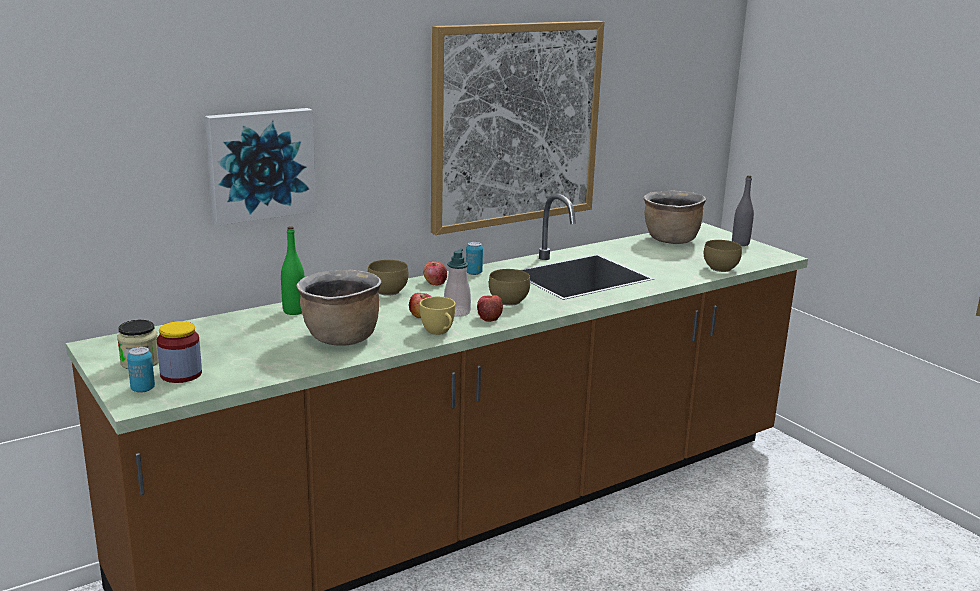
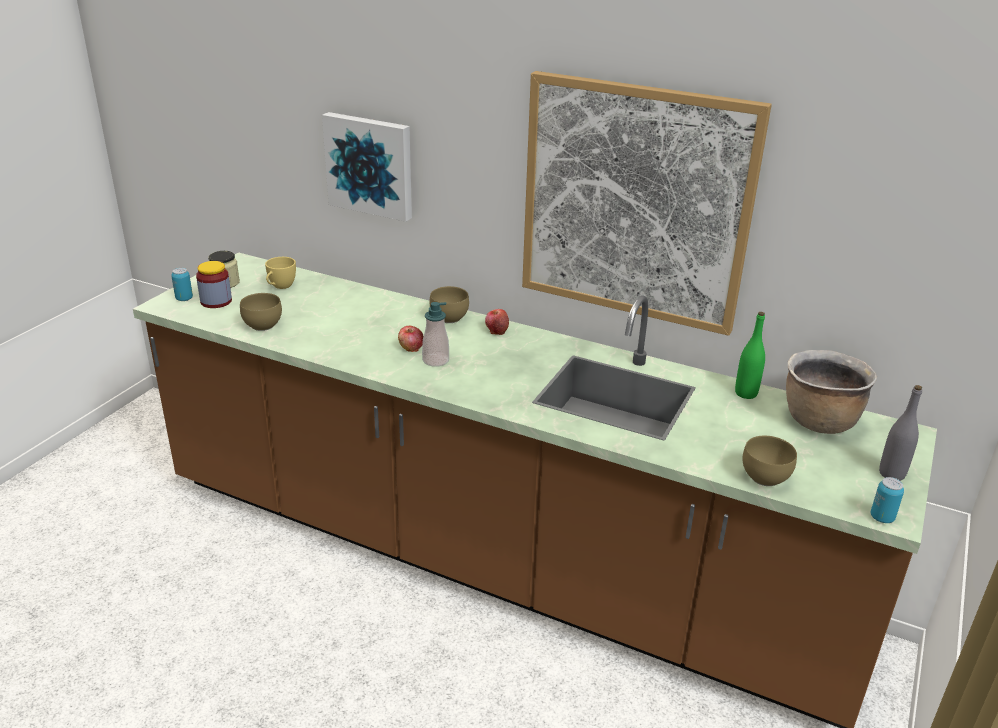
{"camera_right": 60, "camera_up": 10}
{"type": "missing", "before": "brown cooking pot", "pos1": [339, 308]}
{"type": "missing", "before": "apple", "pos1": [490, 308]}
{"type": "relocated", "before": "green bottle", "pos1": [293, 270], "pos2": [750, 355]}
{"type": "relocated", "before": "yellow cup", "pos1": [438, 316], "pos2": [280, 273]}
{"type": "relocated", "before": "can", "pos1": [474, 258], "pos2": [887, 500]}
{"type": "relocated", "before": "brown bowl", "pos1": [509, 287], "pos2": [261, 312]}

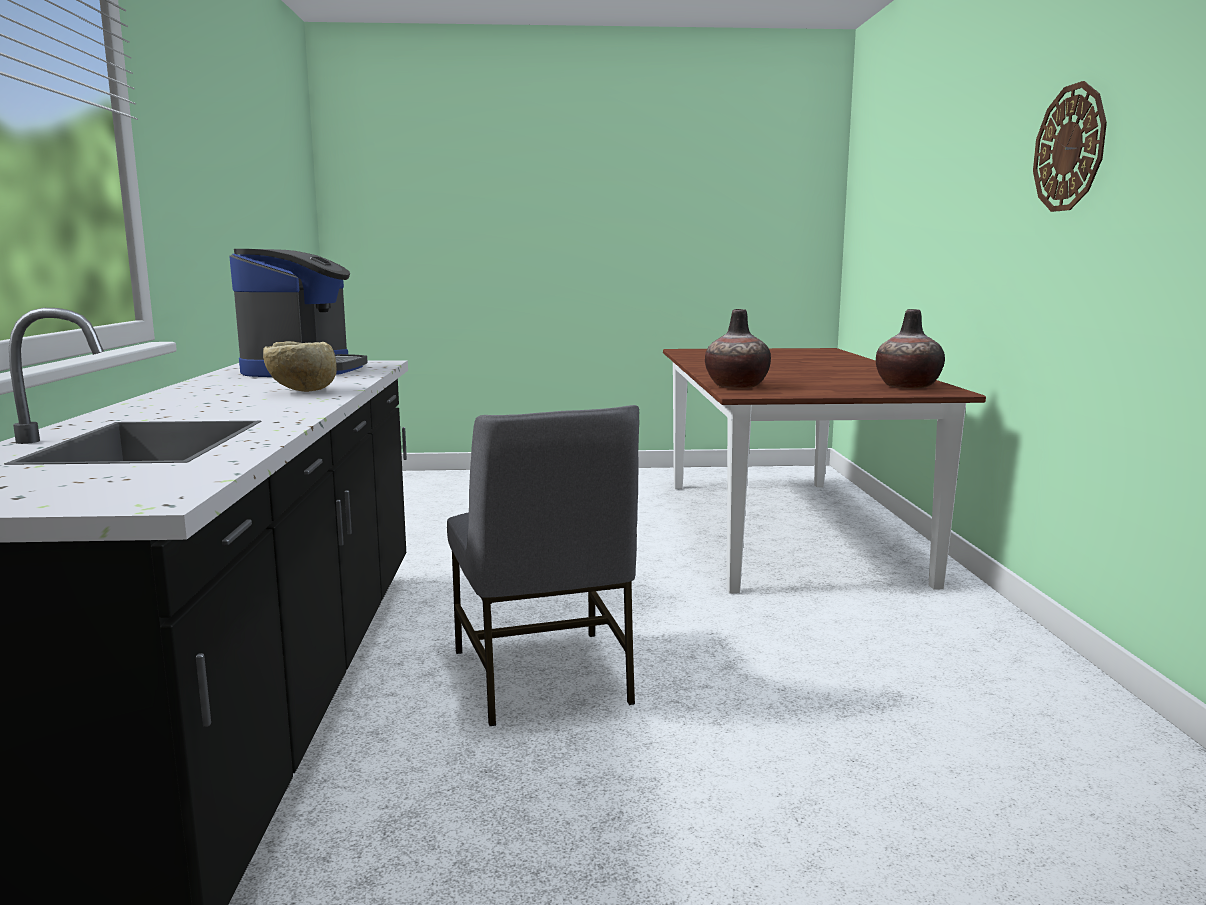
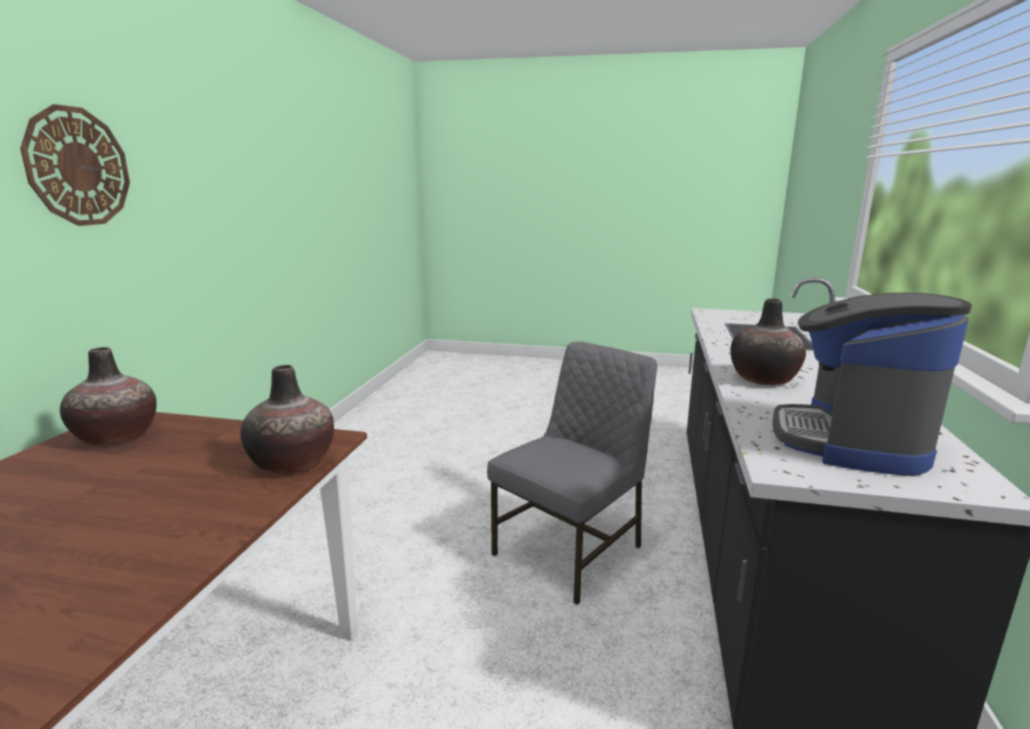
{"camera_right": -165, "camera_up": 5}
{"type": "exchanged", "before": "beige bowl", "after": "vase", "pos1": [300, 366], "pos2": [768, 341]}
{"type": "spun", "before": "grey chair", "pos1": [543, 565], "pos2": [572, 473], "turn": 45}

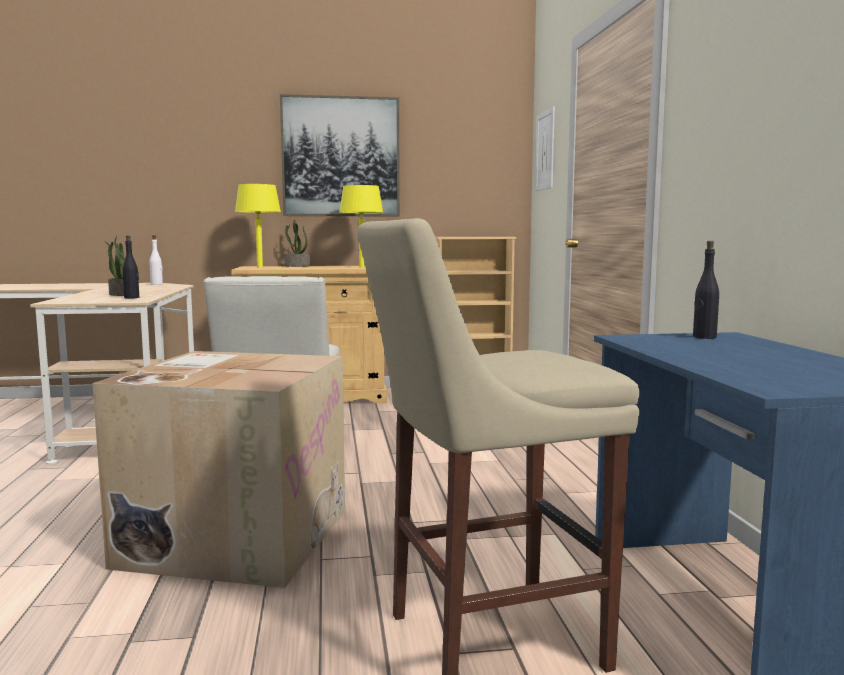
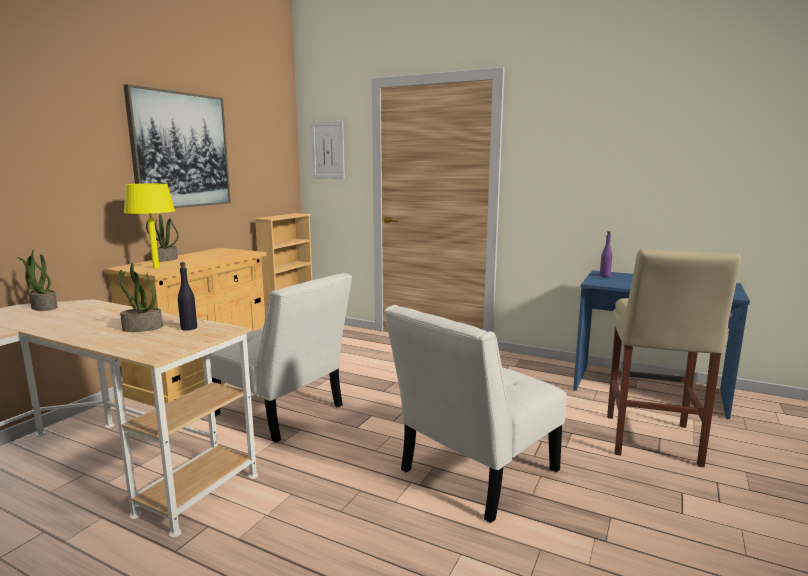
{"camera_right": -55, "camera_up": 5}
{"type": "missing", "before": "yellow table lamp", "pos1": [361, 226]}
{"type": "exchanged", "before": "cardboard box", "after": "white chair", "pos1": [219, 469], "pos2": [475, 414]}
{"type": "exchanged", "before": "white bottle", "after": "potted plant", "pos1": [156, 260], "pos2": [37, 280]}
{"type": "colour", "before": "black bottle", "after": "purple bottle", "pos1": [706, 290], "pos2": [606, 254]}

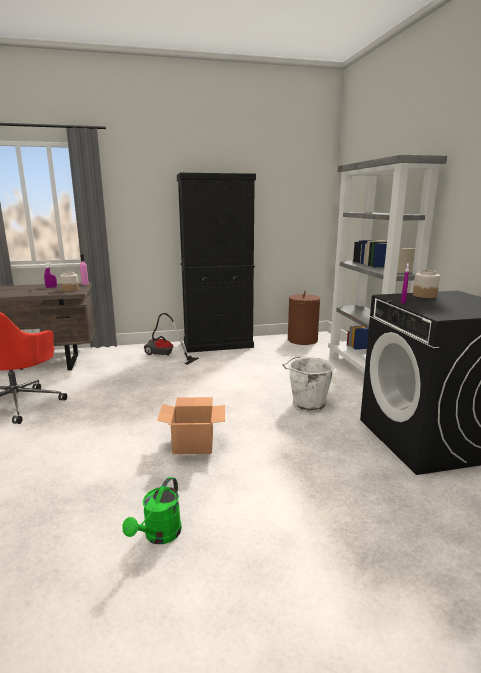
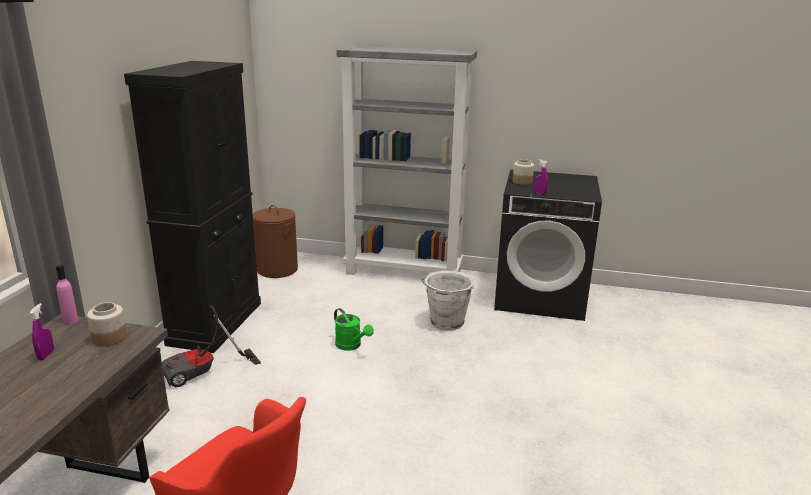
{"camera_right": -65, "camera_up": 5}
{"type": "missing", "before": "cardboard box", "pos1": [191, 426]}
{"type": "relocated", "before": "green watering can", "pos1": [152, 510], "pos2": [354, 329]}

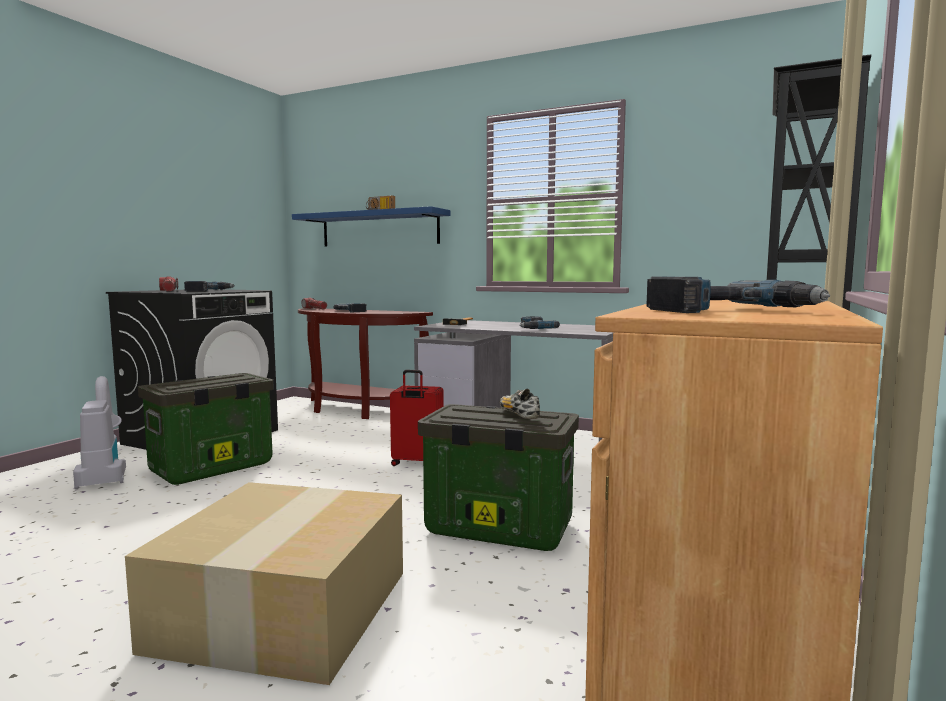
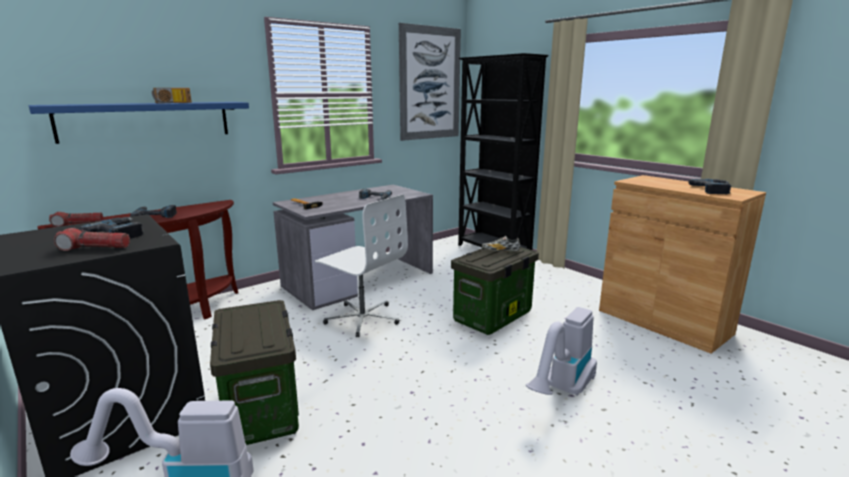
{"camera_right": -65, "camera_up": 10}
{"type": "appeared", "after": "picture", "pos2": [430, 82]}
{"type": "exchanged", "before": "cardboard box", "after": "vacuum cleaner", "pos1": [264, 583], "pos2": [561, 351]}
{"type": "exchanged", "before": "red suitcase", "after": "white office chair", "pos1": [417, 418], "pos2": [361, 265]}

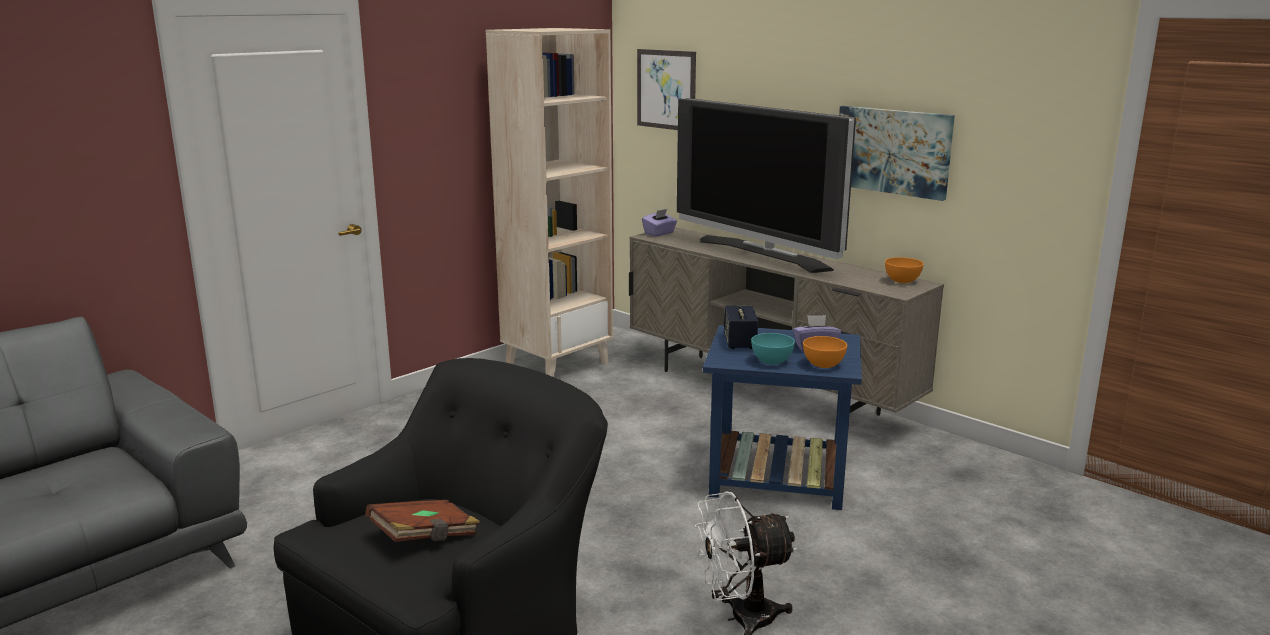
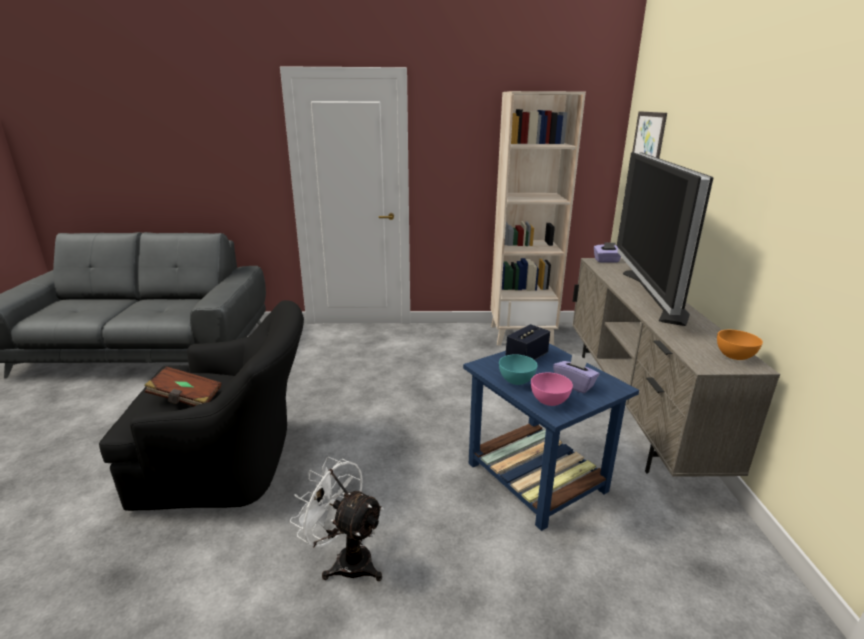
{"camera_right": 45, "camera_up": 5}
{"type": "missing", "before": "picture", "pos1": [897, 153]}
{"type": "colour", "before": "orange bowl", "after": "pink bowl", "pos1": [825, 352], "pos2": [552, 389]}

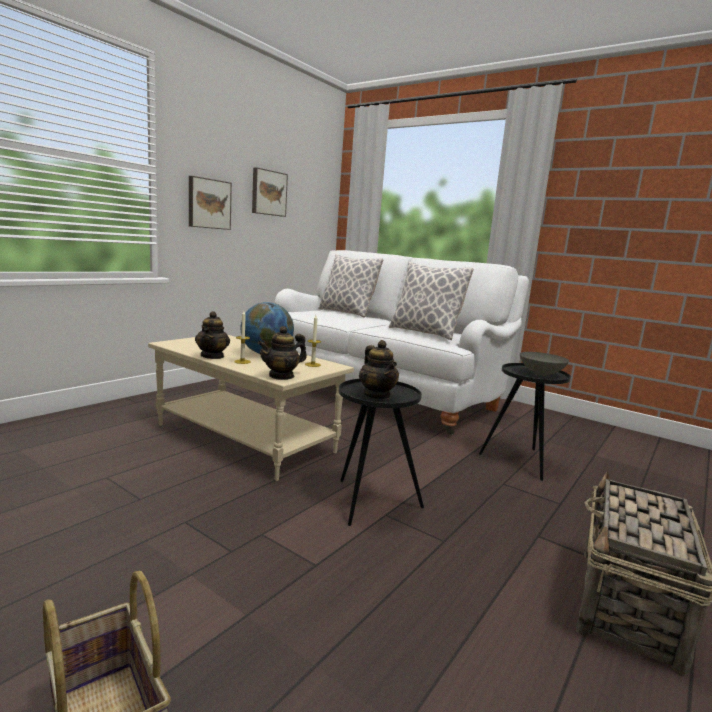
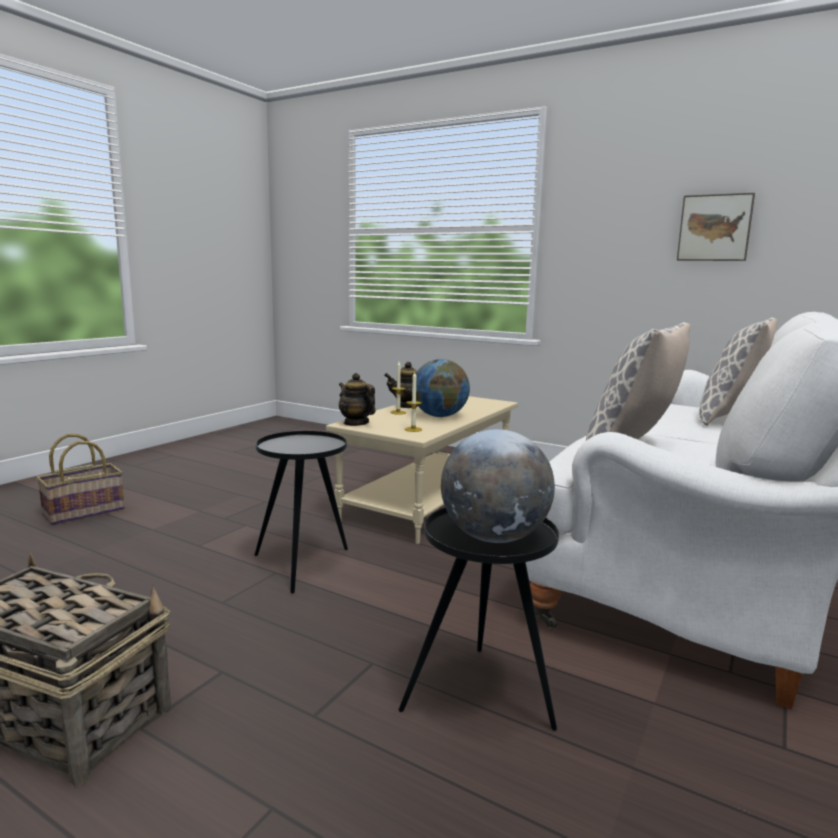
{"camera_right": 85, "camera_up": 0}
{"type": "missing", "before": "picture", "pos1": [210, 203]}
{"type": "missing", "before": "teapot", "pos1": [379, 369]}
{"type": "exchanged", "before": "grey bowl", "after": "globe", "pos1": [544, 364], "pos2": [498, 486]}

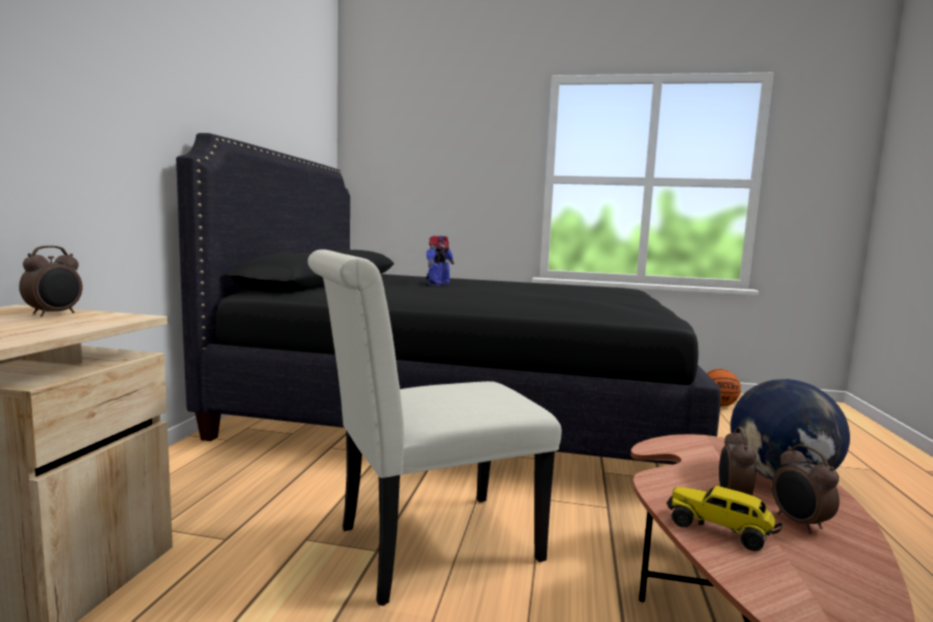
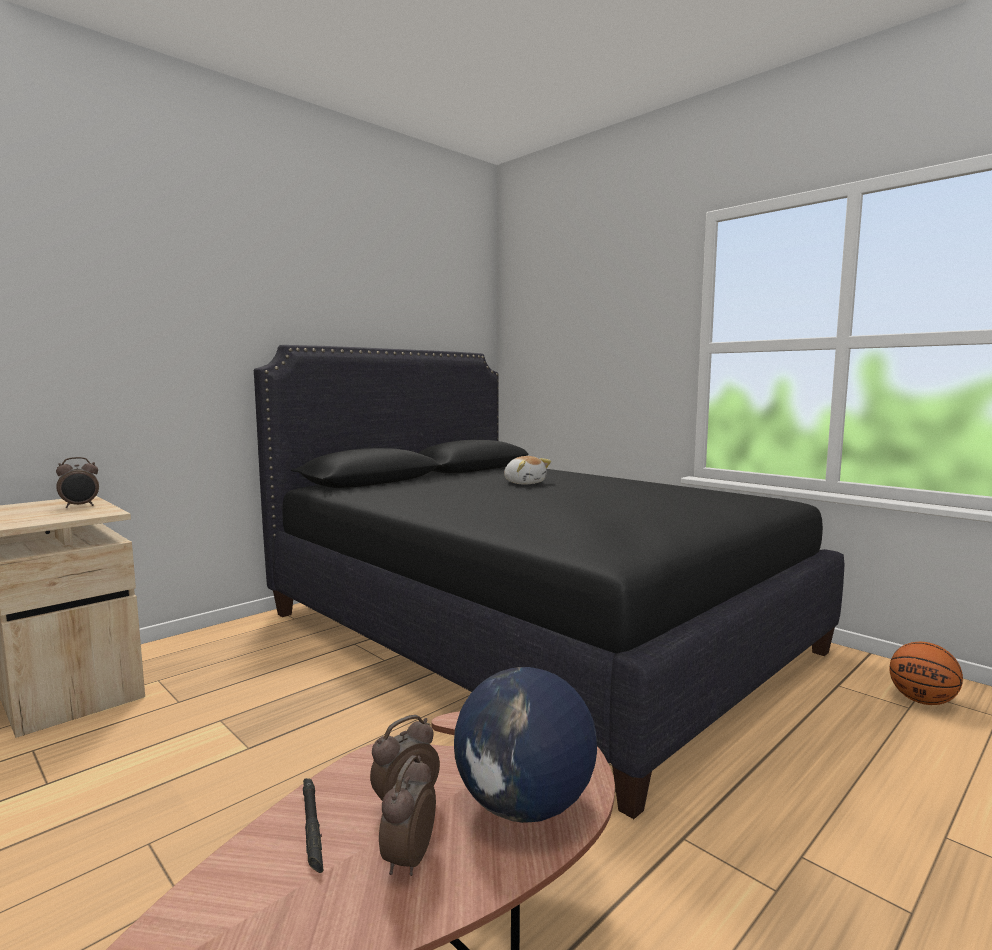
{"camera_right": 35, "camera_up": 0}
{"type": "missing", "before": "white chair", "pos1": [435, 427]}
{"type": "exchanged", "before": "toy robot", "after": "plush toy", "pos1": [440, 261], "pos2": [527, 470]}
{"type": "exchanged", "before": "toy truck", "after": "black flashlight", "pos1": [725, 518], "pos2": [313, 825]}

